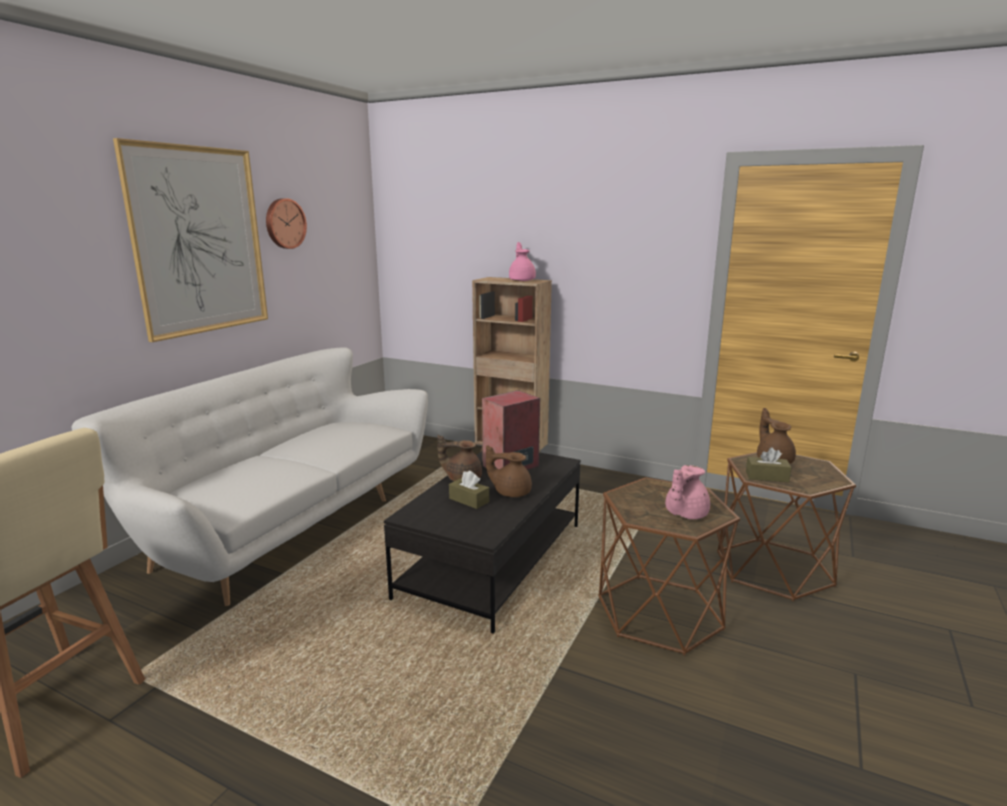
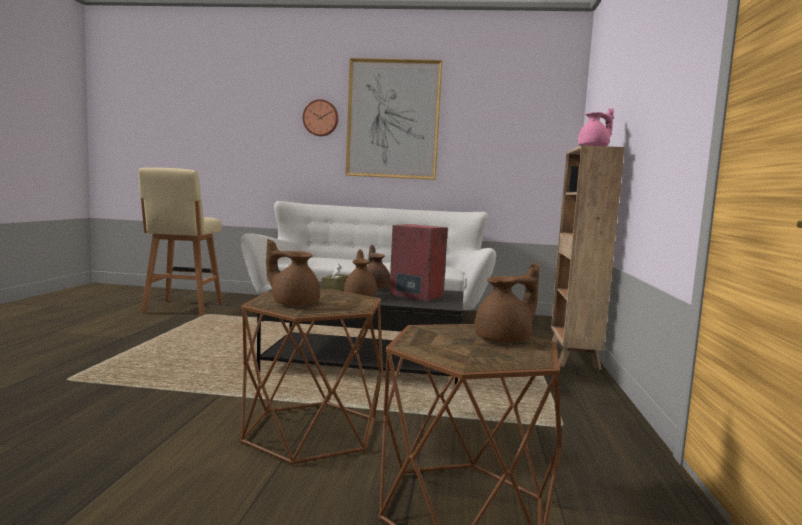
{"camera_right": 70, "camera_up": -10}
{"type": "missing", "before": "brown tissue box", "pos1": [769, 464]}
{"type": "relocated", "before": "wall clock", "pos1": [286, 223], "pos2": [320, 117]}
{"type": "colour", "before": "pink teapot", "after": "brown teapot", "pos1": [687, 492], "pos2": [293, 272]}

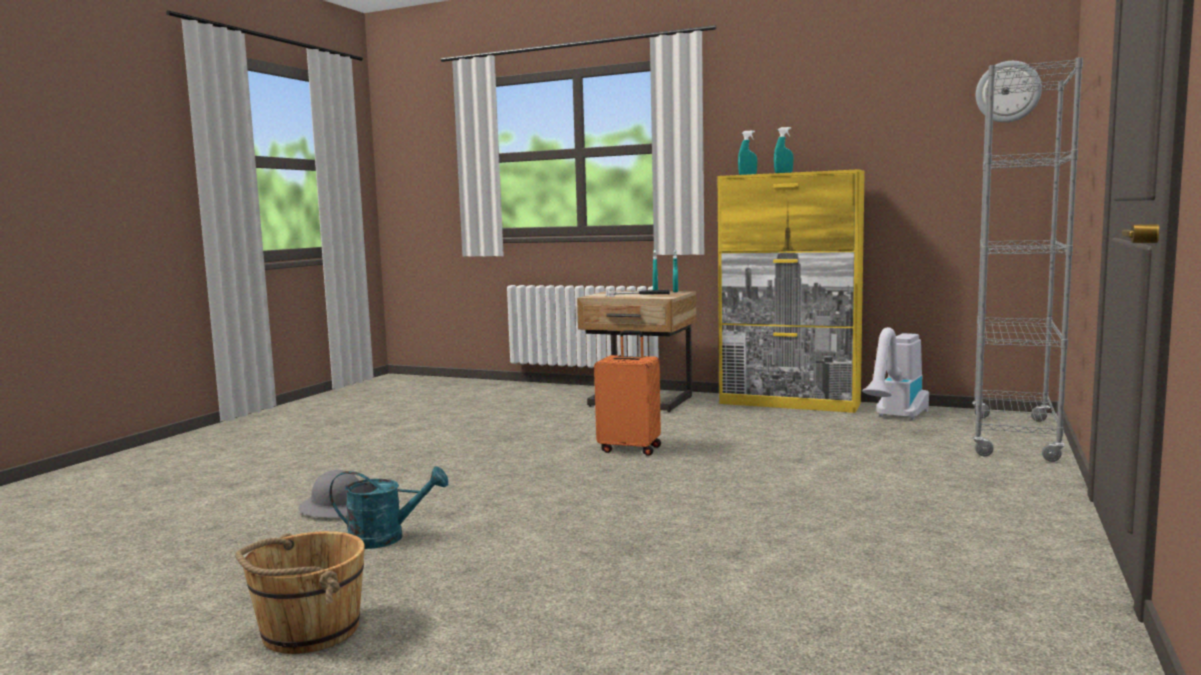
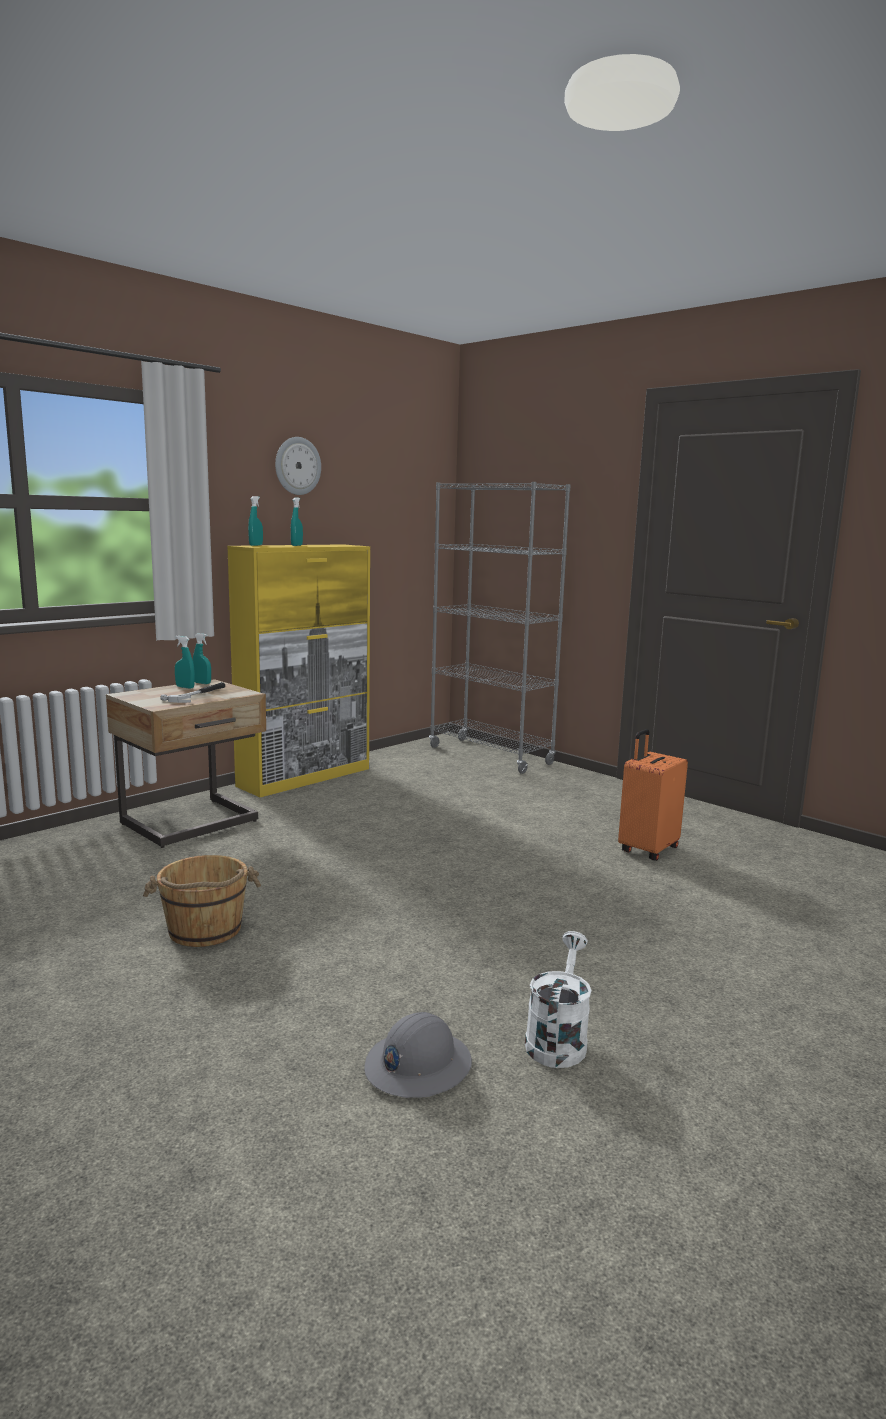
{"camera_right": -70, "camera_up": 5}
{"type": "missing", "before": "vacuum cleaner", "pos1": [895, 373]}
{"type": "relocated", "before": "brown bucket", "pos1": [300, 592], "pos2": [202, 901]}
{"type": "relocated", "before": "orange suitcase", "pos1": [627, 393], "pos2": [653, 795]}
{"type": "relocated", "before": "wall clock", "pos1": [1009, 92], "pos2": [298, 466]}
{"type": "colour", "before": "turquoise watering can", "after": "white watering can", "pos1": [388, 507], "pos2": [558, 999]}

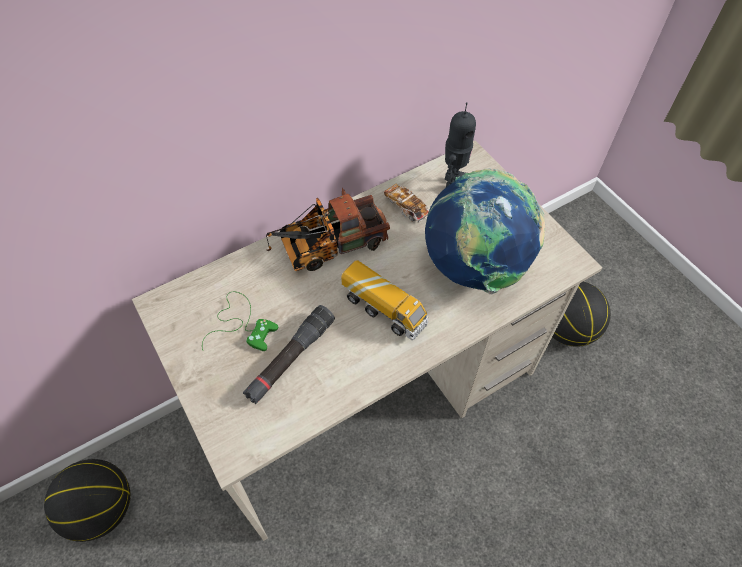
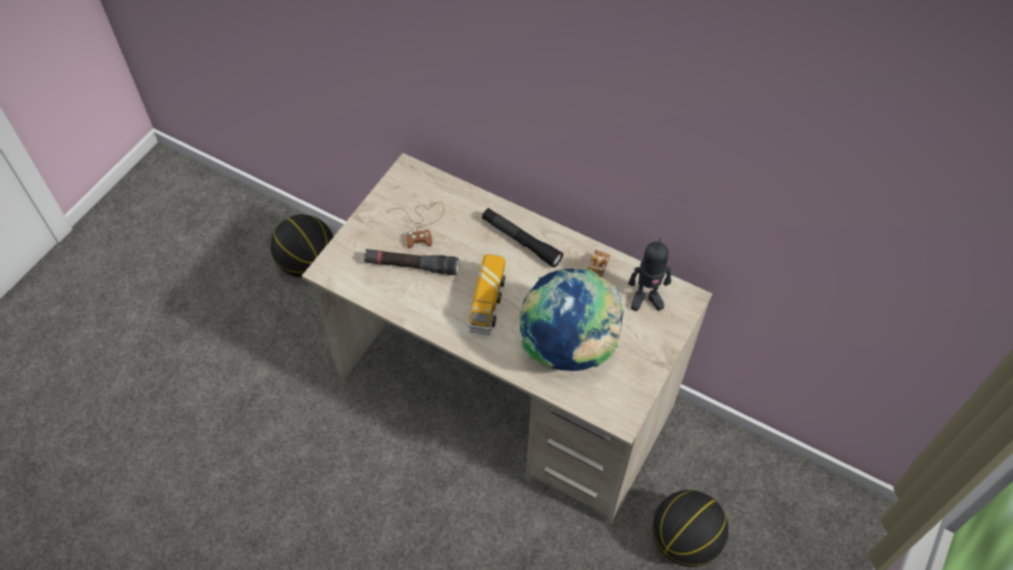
{"camera_right": 60, "camera_up": 0}
{"type": "exchanged", "before": "toy truck", "after": "black flashlight", "pos1": [328, 229], "pos2": [522, 238]}
{"type": "colour", "before": "green game controller", "after": "brown game controller", "pos1": [240, 321], "pos2": [415, 225]}

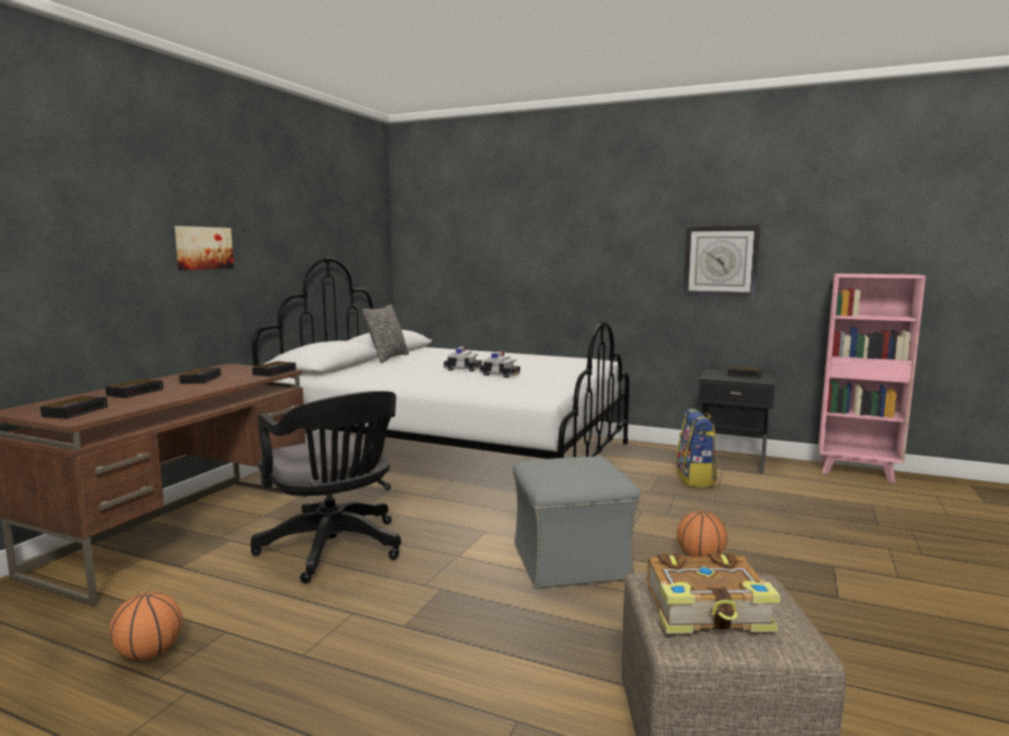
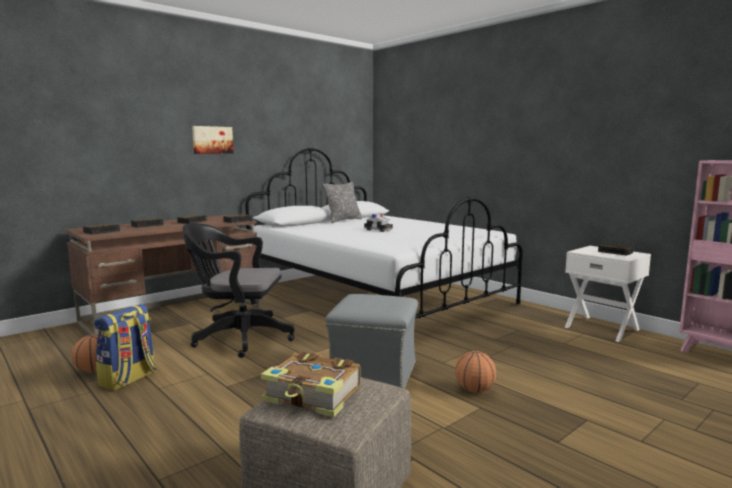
{"camera_right": 25, "camera_up": 0}
{"type": "missing", "before": "toy car", "pos1": [500, 364]}
{"type": "missing", "before": "wall clock", "pos1": [721, 261]}
{"type": "relocated", "before": "backpack", "pos1": [696, 447], "pos2": [125, 347]}
{"type": "colour", "before": "black nightstand", "after": "white nightstand", "pos1": [737, 421], "pos2": [608, 294]}
{"type": "spun", "before": "black office chair", "pos1": [326, 487], "pos2": [238, 290], "turn": 105}

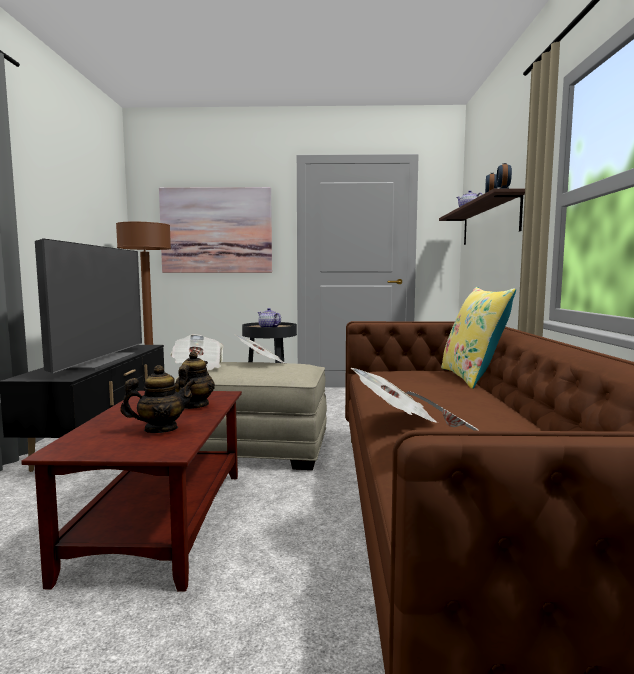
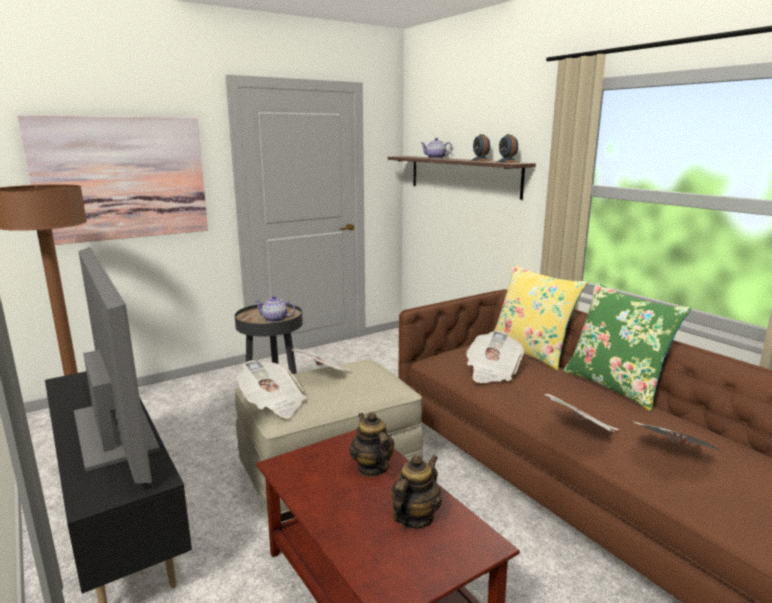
{"camera_right": -35, "camera_up": 10}
{"type": "appeared", "after": "newspaper", "pos2": [495, 357]}
{"type": "appeared", "after": "green pillow", "pos2": [627, 346]}

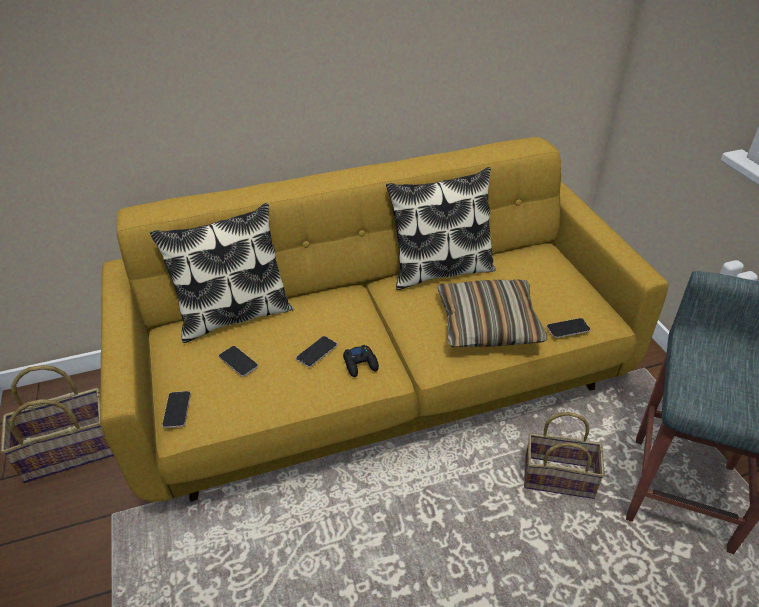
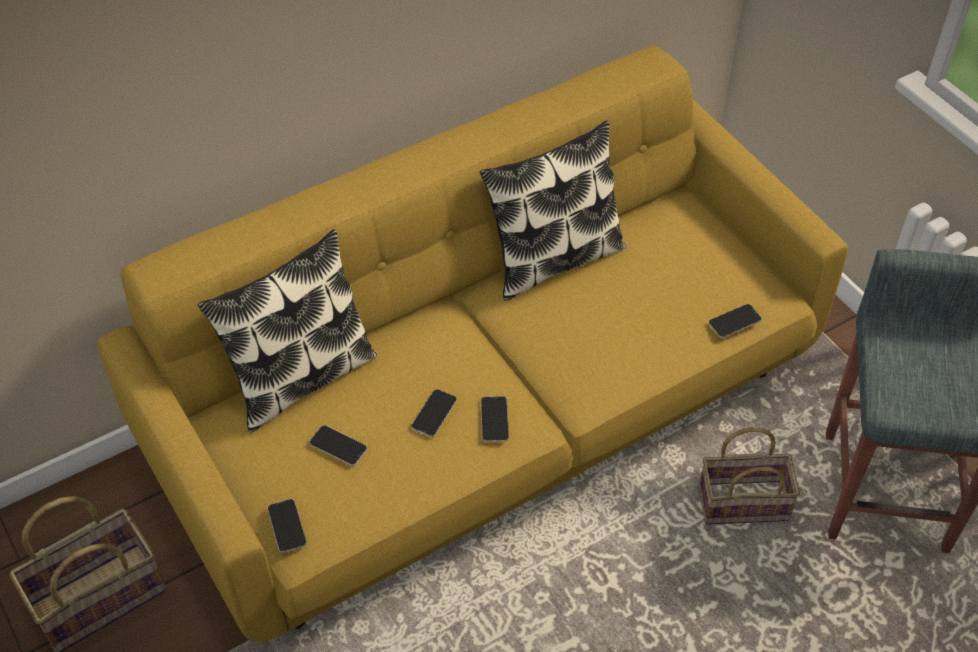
{"camera_right": -15, "camera_up": 10}
{"type": "missing", "before": "pillow", "pos1": [492, 313]}
{"type": "exchanged", "before": "black game controller", "after": "phone", "pos1": [361, 361], "pos2": [495, 419]}

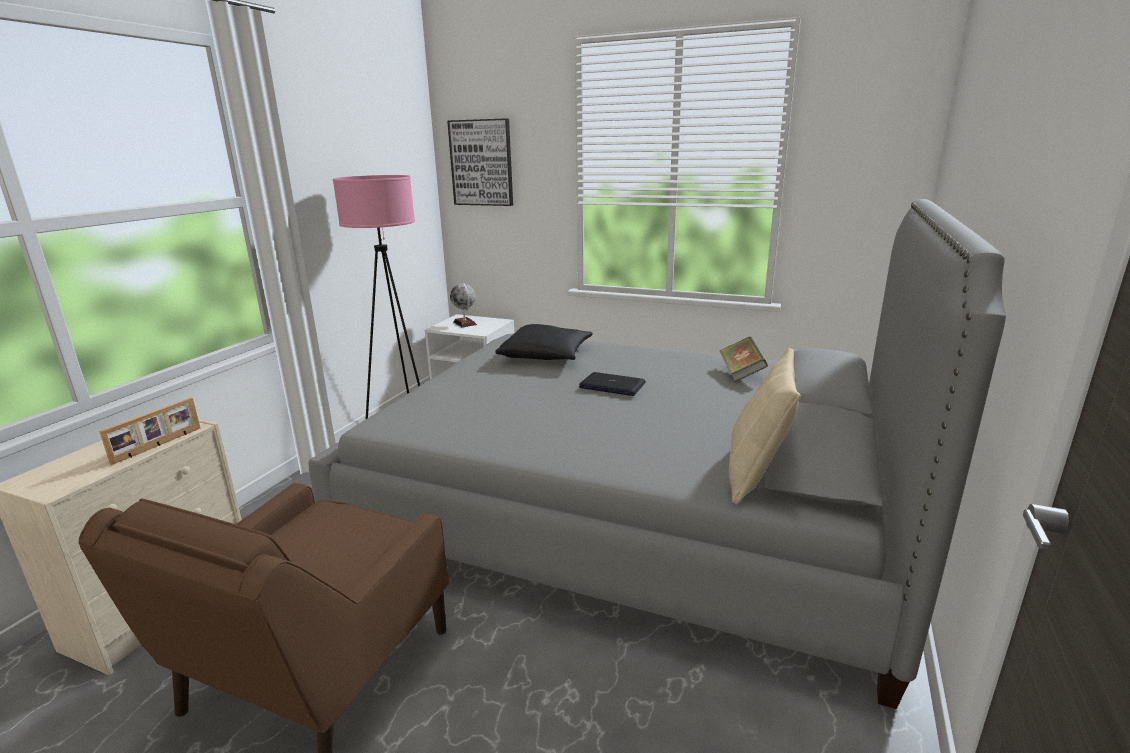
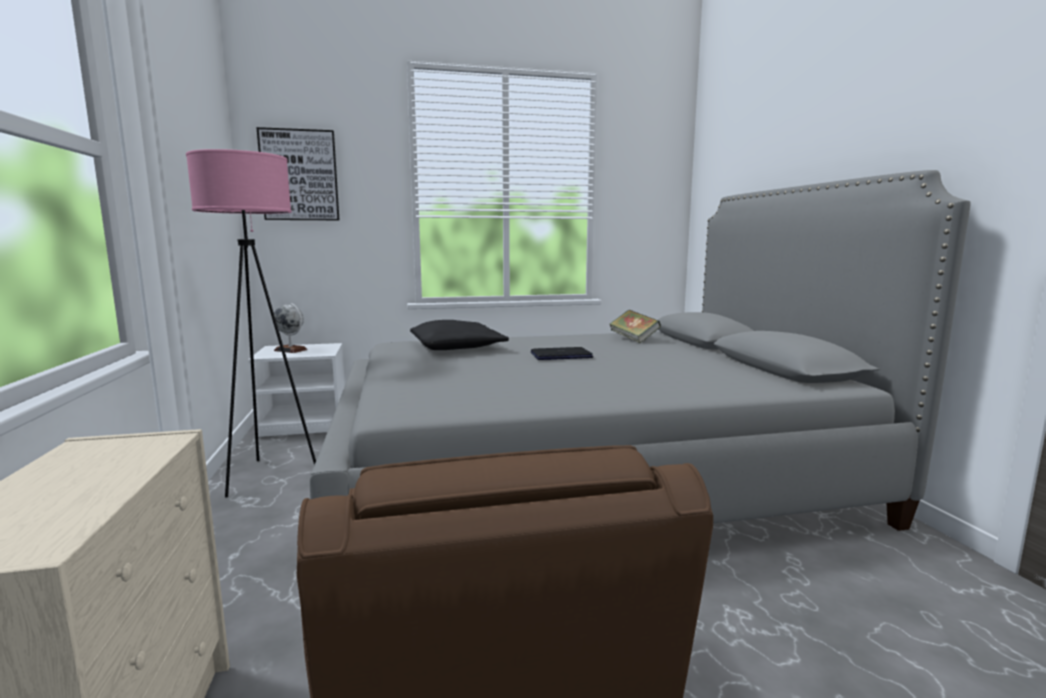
{"camera_right": -35, "camera_up": -10}
{"type": "missing", "before": "picture frame", "pos1": [150, 431]}
{"type": "missing", "before": "beige pillow", "pos1": [765, 426]}

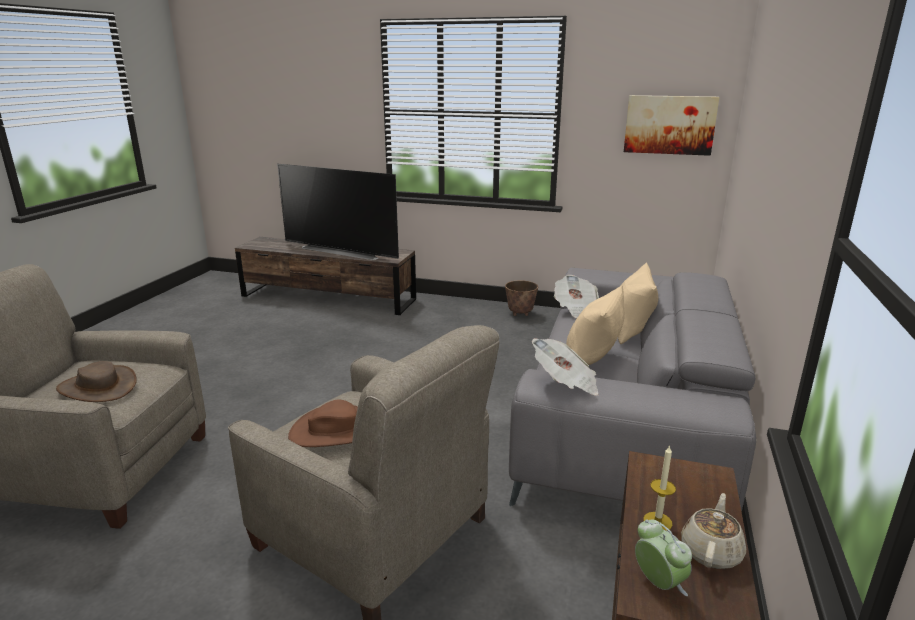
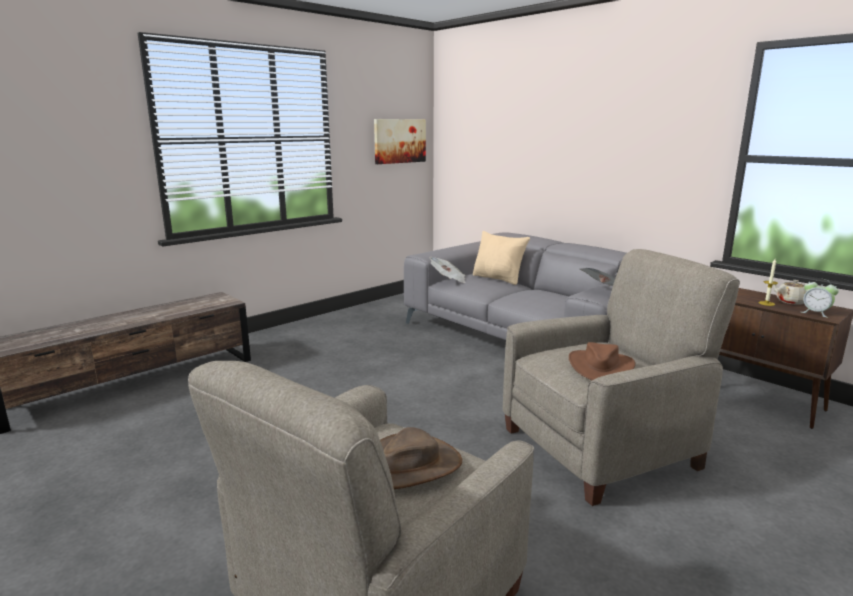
{"camera_right": -60, "camera_up": -5}
{"type": "missing", "before": "television", "pos1": [338, 212]}
{"type": "missing", "before": "planter", "pos1": [521, 298]}
{"type": "missing", "before": "beige pillow", "pos1": [595, 325]}
{"type": "spun", "before": "alarm clock", "pos1": [663, 557], "pos2": [820, 299], "turn": -135}

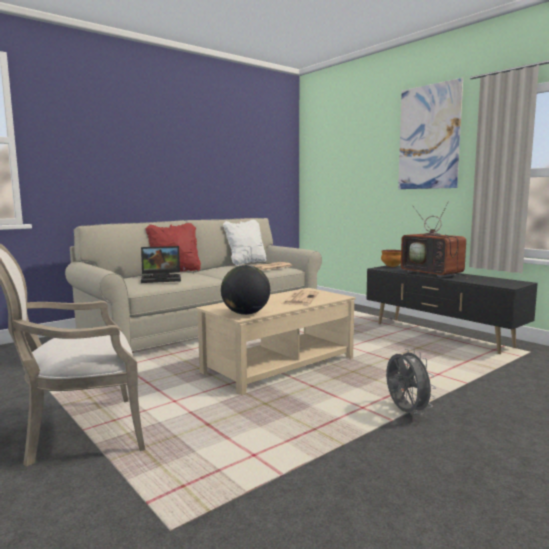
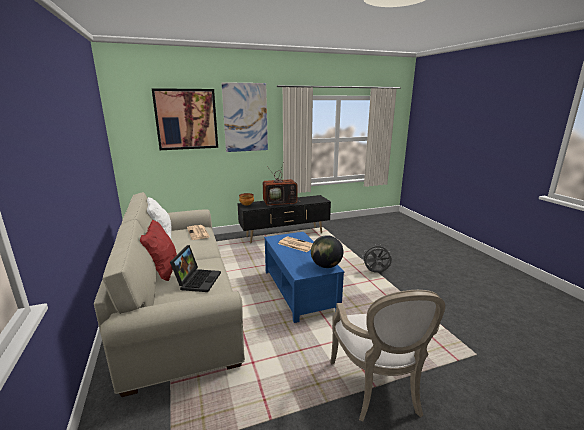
{"camera_right": -70, "camera_up": 10}
{"type": "appeared", "after": "picture", "pos2": [185, 119]}
{"type": "colour", "before": "beige coffee table", "after": "blue coffee table", "pos1": [276, 341], "pos2": [304, 277]}

